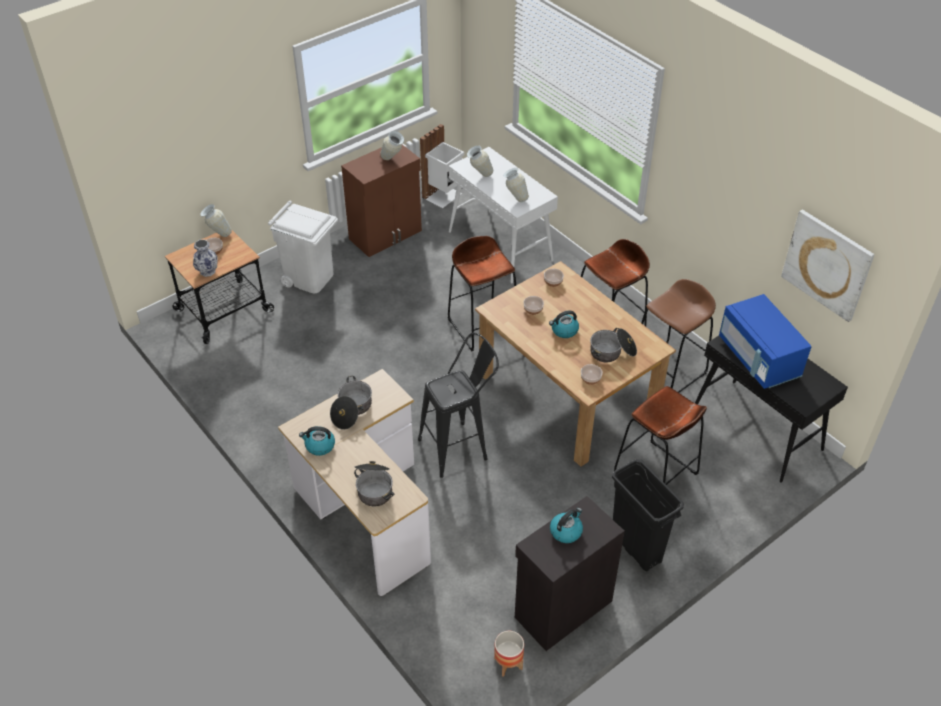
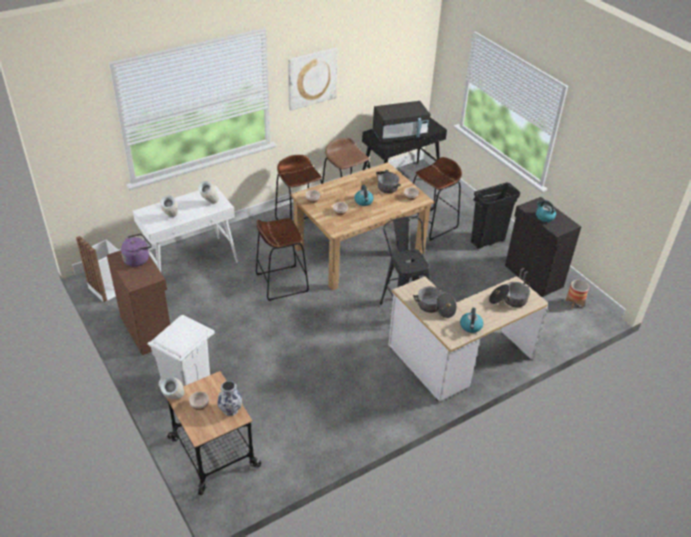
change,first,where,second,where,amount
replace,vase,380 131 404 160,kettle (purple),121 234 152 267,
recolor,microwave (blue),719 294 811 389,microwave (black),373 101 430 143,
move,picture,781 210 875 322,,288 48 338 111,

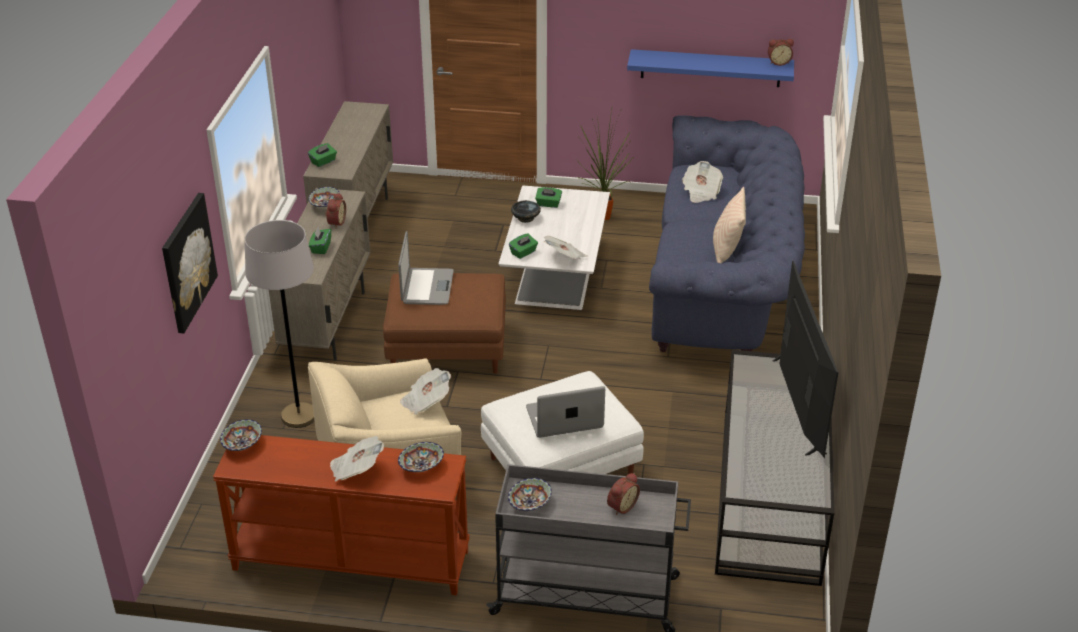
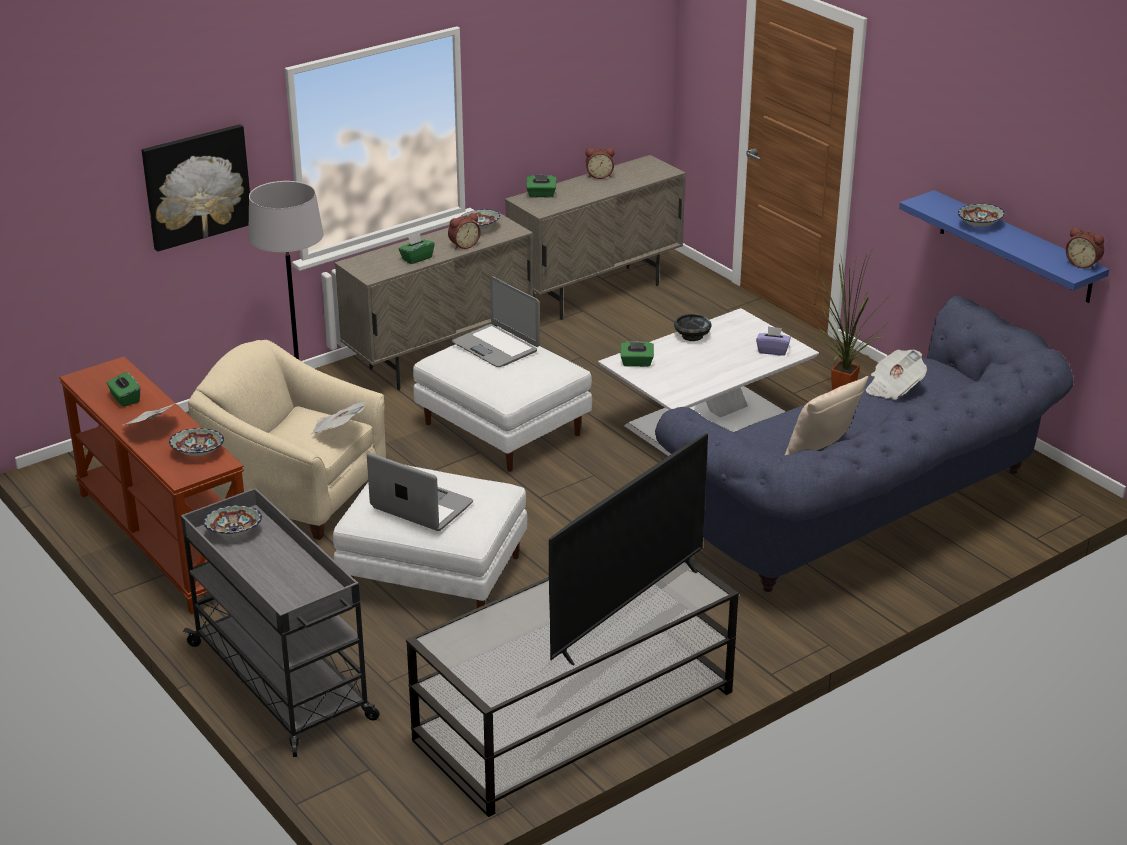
change,first,where,second,where,amount
move,bowl,220 419 262 451,,958 204 1005 227,
recolor,ottoman (brown),383 273 506 374,ottoman (white),413 326 592 472,
rotate,laptop,398 231 454 305,,452 276 539 367,90 degrees clockwise
move,tissue box (green),535 187 562 208,,106 372 140 407,
delete,newspaper,544 236 588 259,,,
move,alarm clock,607 473 640 515,,585 148 615 179,
insert,,,tissue box (purple),756 326 791 356,

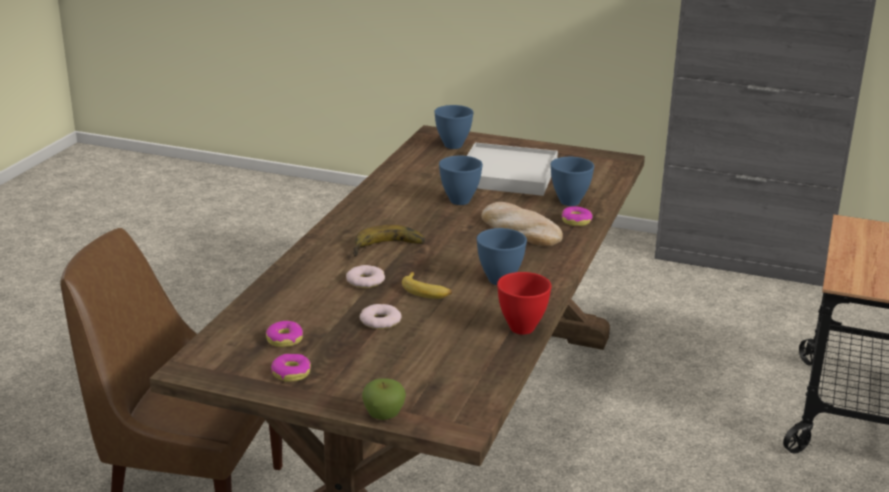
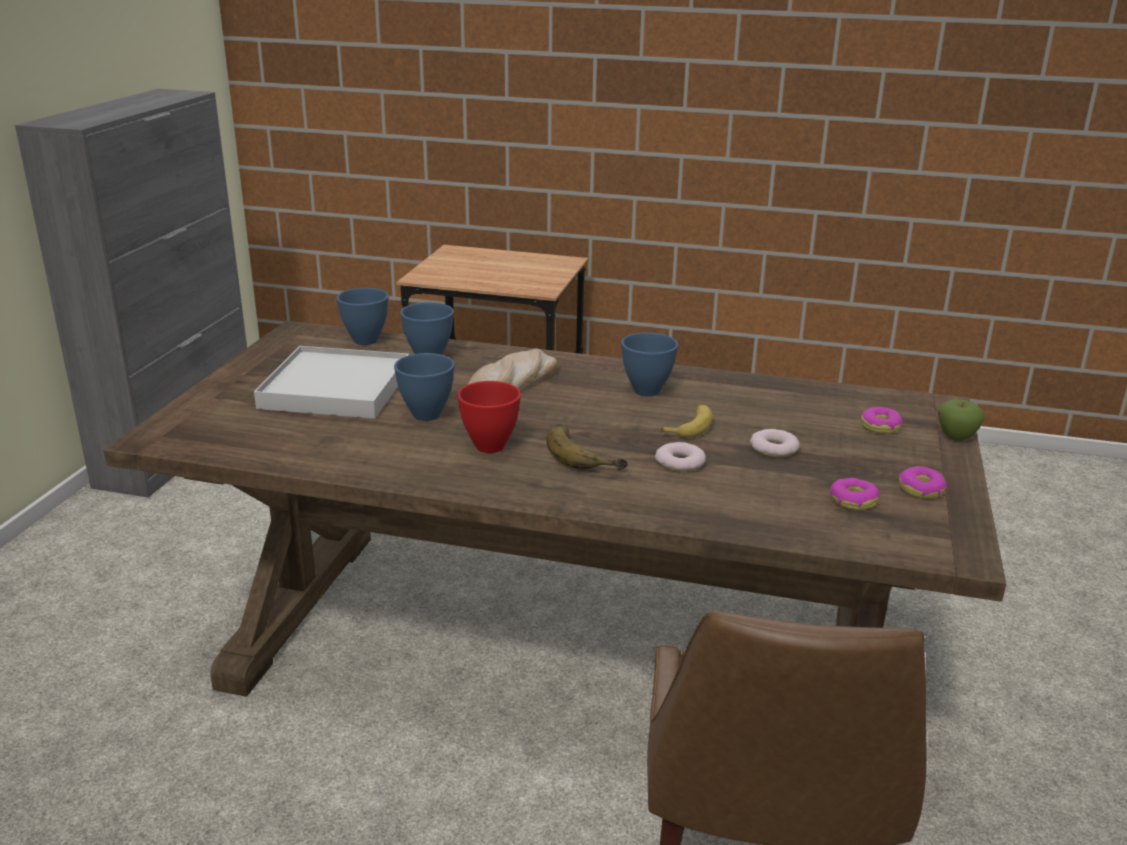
change,first,where,second,where,amount
move,bowl (blue),434 105 474 149,,337 288 389 345,
move,bowl (red),497 272 552 335,,457 381 521 453,
move,donut,562 206 592 226,,861 407 903 434,

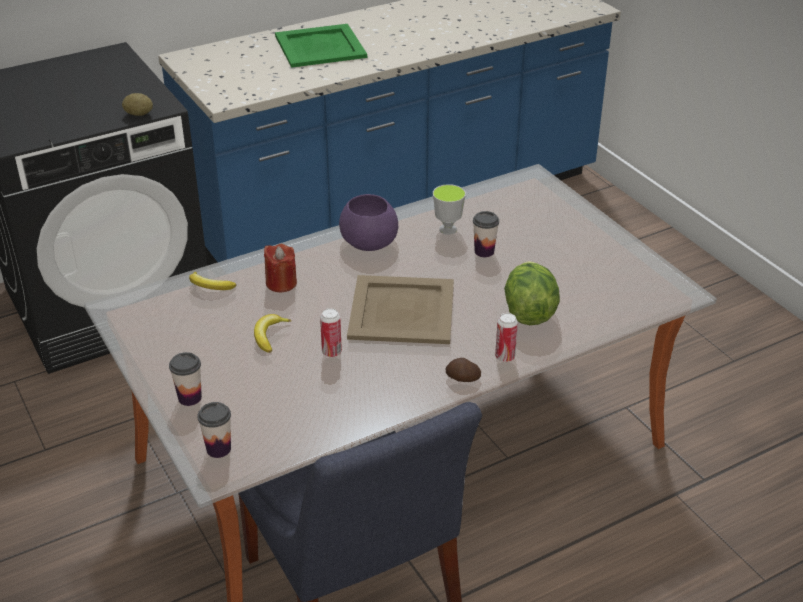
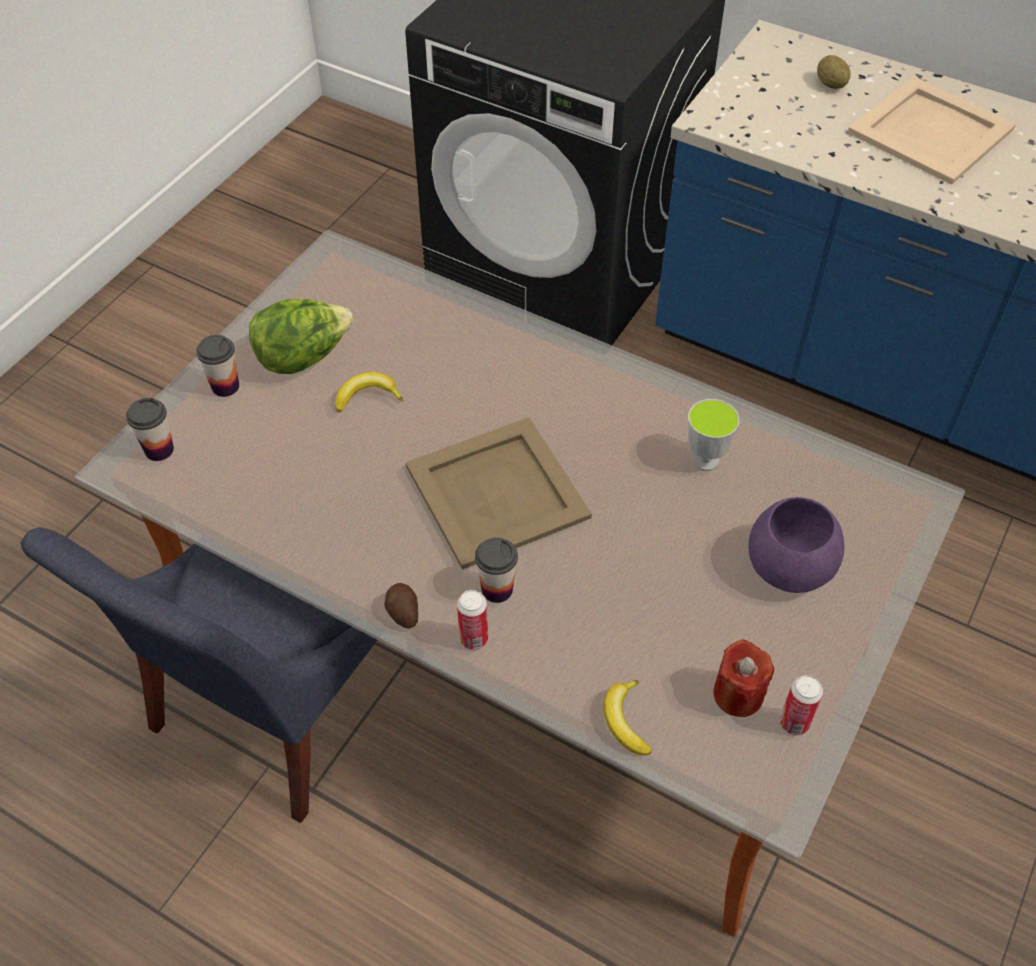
change,first,where,second,where,amount
move,potato,122 93 153 116,,817 55 851 89,
move,banana,189 272 236 290,,604 680 652 755,
move,candle (red),264 244 297 292,,713 639 774 717,
recolor,tray (green),275 24 367 68,tray (beige),848 76 1016 184,
move,can,320 308 342 357,,780 675 823 735,
move,bowl (purple),339 194 398 251,,749 497 844 593,
move,cup,473 211 499 257,,475 537 518 603,
move,lettuce,504 261 560 325,,249 299 353 374,

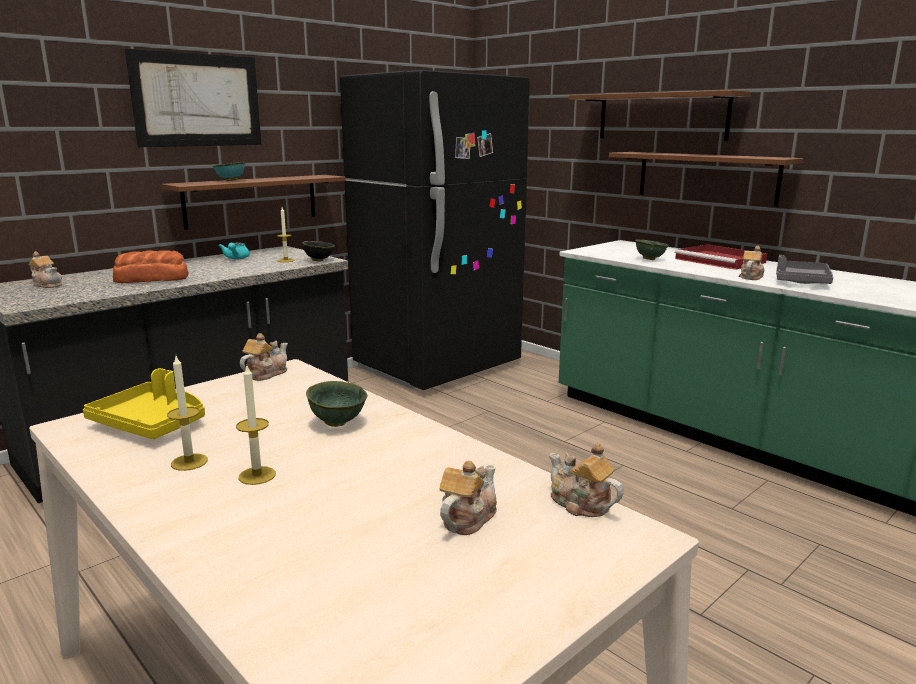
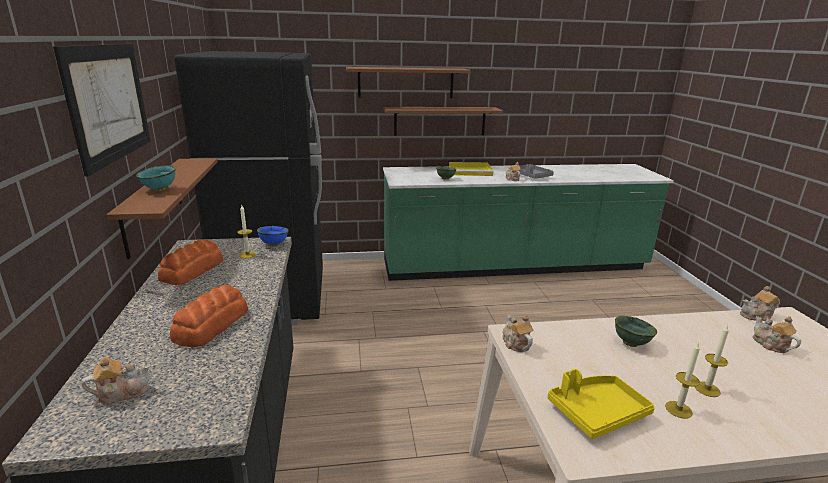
change,first,where,second,where,amount
replace,teapot (turquoise),219 243 250 259,bread,158 240 223 285,
recolor,bowl (black),302 241 335 262,bowl (blue),257 226 289 247,
recolor,tray (red),675 244 767 270,tray (yellow),449 162 494 176,

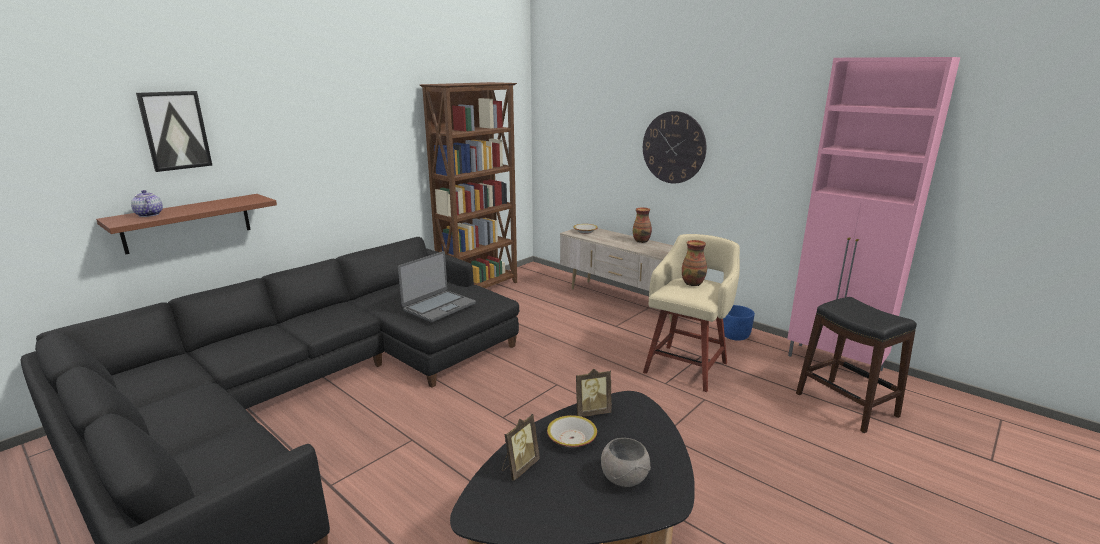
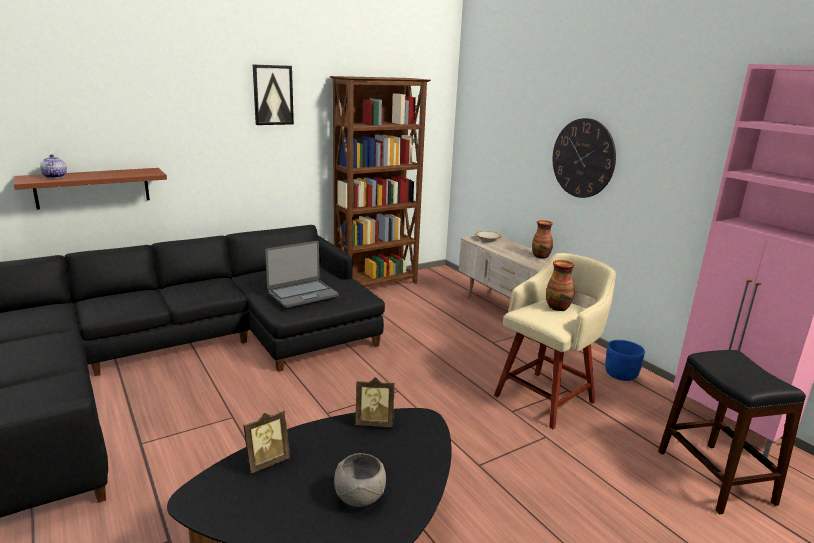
change,first,where,second,where,amount
move,picture,136 91 213 172,,252 64 294 125,
delete,bowl,547 415 597 448,,,

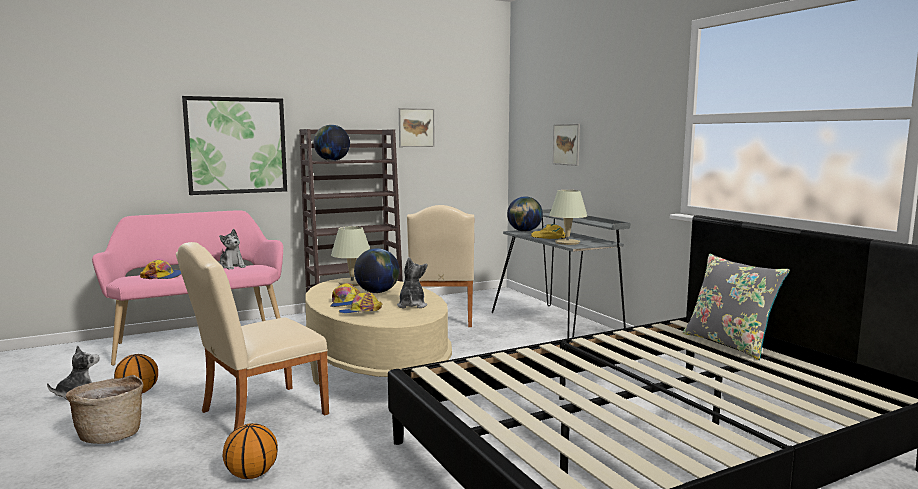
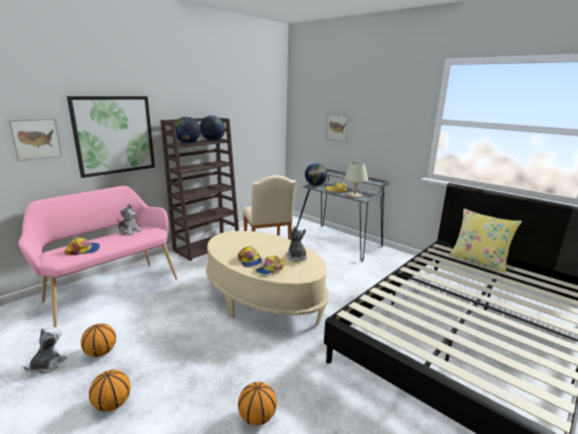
change,first,where,second,where,amount
replace,basket,66 375 144 444,basketball,89 370 131 412,
delete,chair (beige),176 242 329 430,,,
delete,table lamp (beige),331 226 370 286,,,
move,globe,354 248 400 293,,200 115 225 141,
move,picture,399 108 435 147,,8 118 63 161,
recolor,pillow (grey),683 254 790 360,pillow (yellow),449 208 522 272,

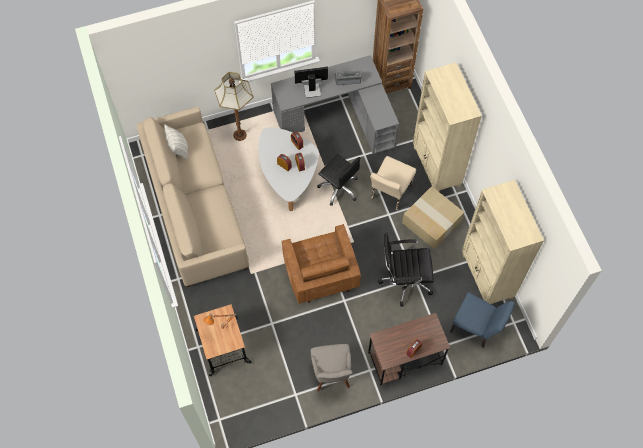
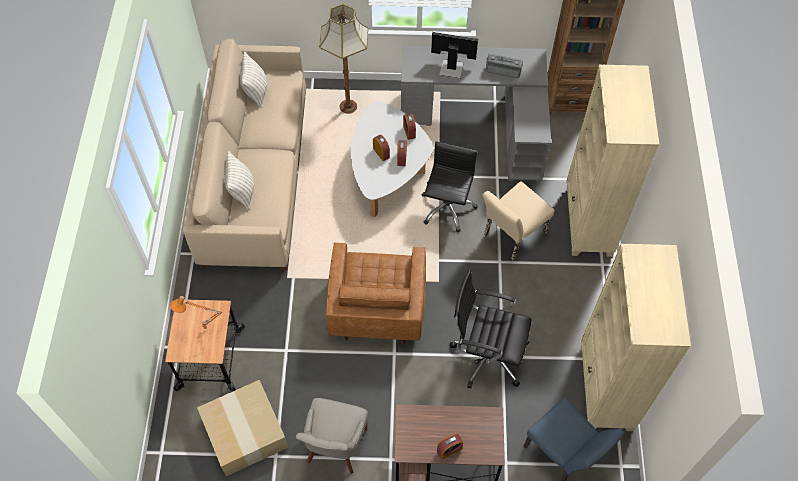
change,first,where,second,where,amount
rotate,office chair (black),317 154 361 206,,422 141 478 232,135 degrees counterclockwise
move,cardboard box,402 186 464 249,,197 380 288 477,
insert,,,pillow,225 151 254 210,

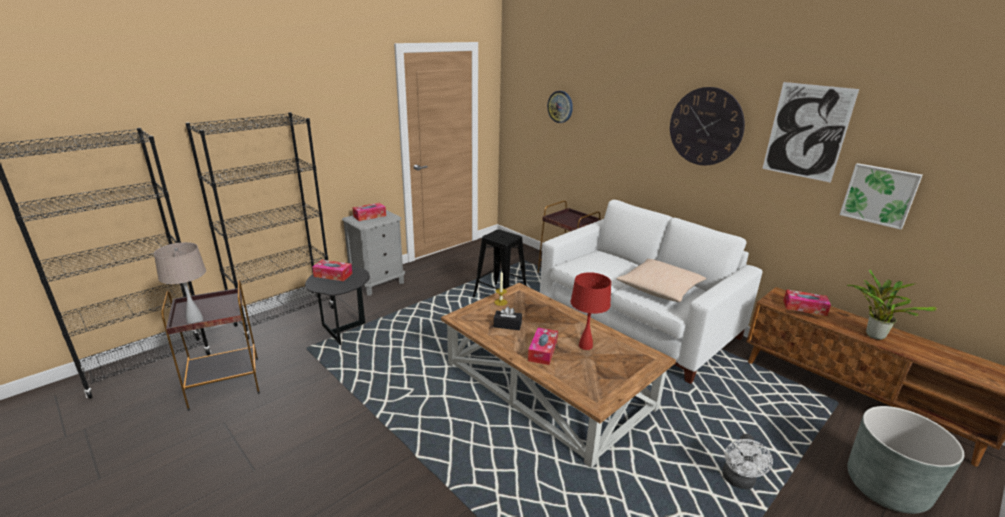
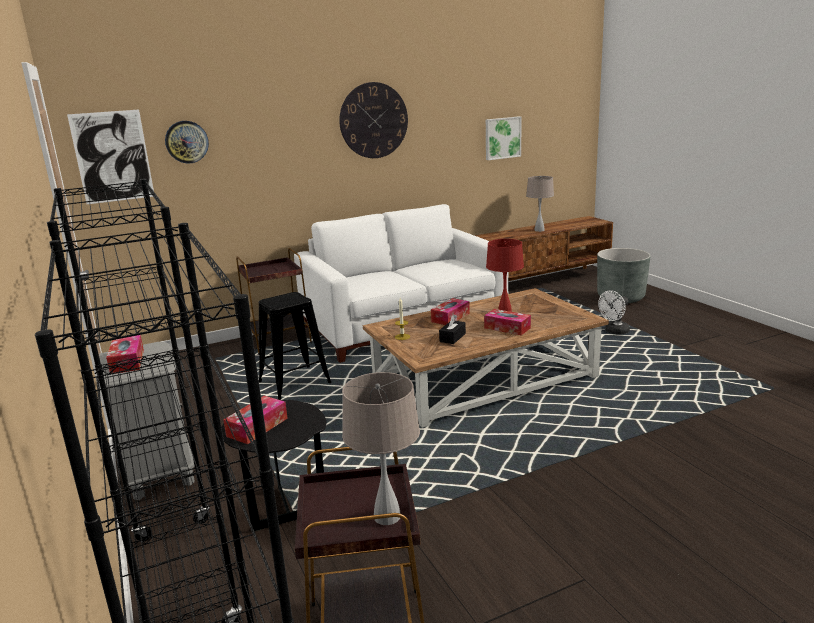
change,first,where,second,where,amount
delete,pillow (beige),616 259 707 302,,,
rotate,fan (white),722 434 773 489,,598 290 630 335,105 degrees clockwise
move,picture,762 82 859 183,,67 110 154 204,
move,tissue box,783 289 831 316,,431 298 470 325,
replace,potted plant,846 269 937 340,table lamp (beige),526 176 554 232,

